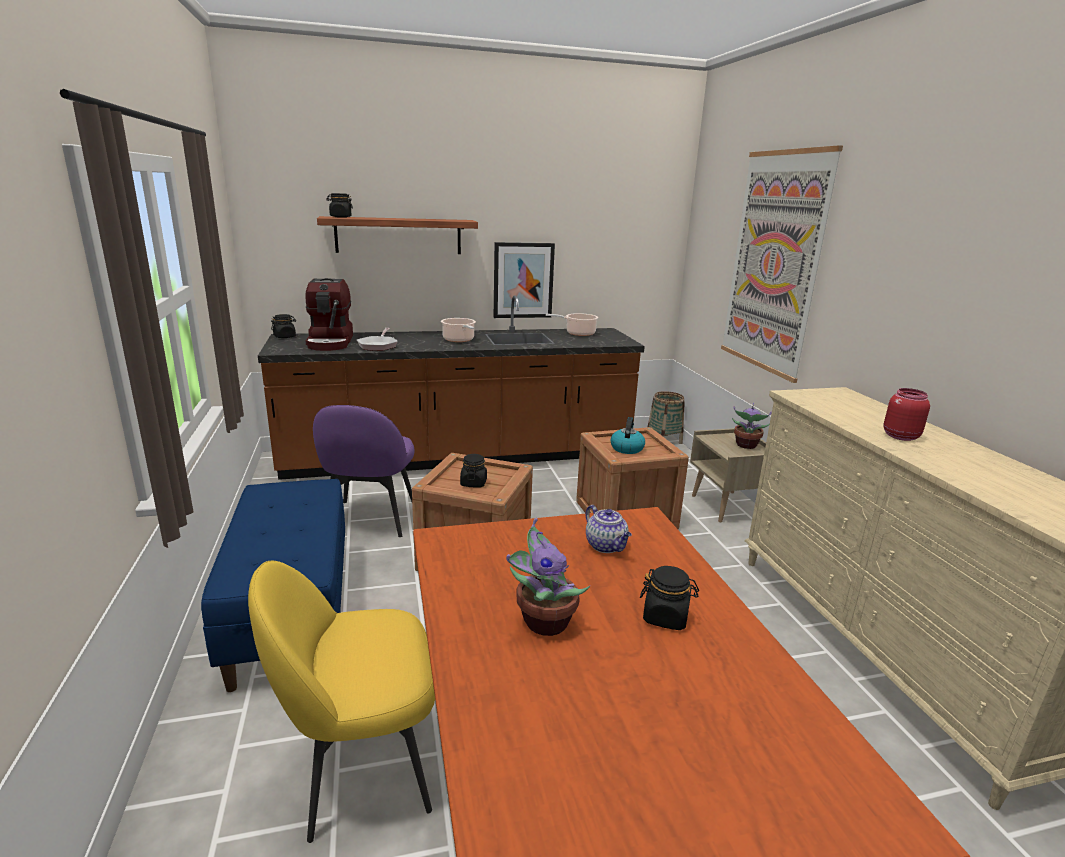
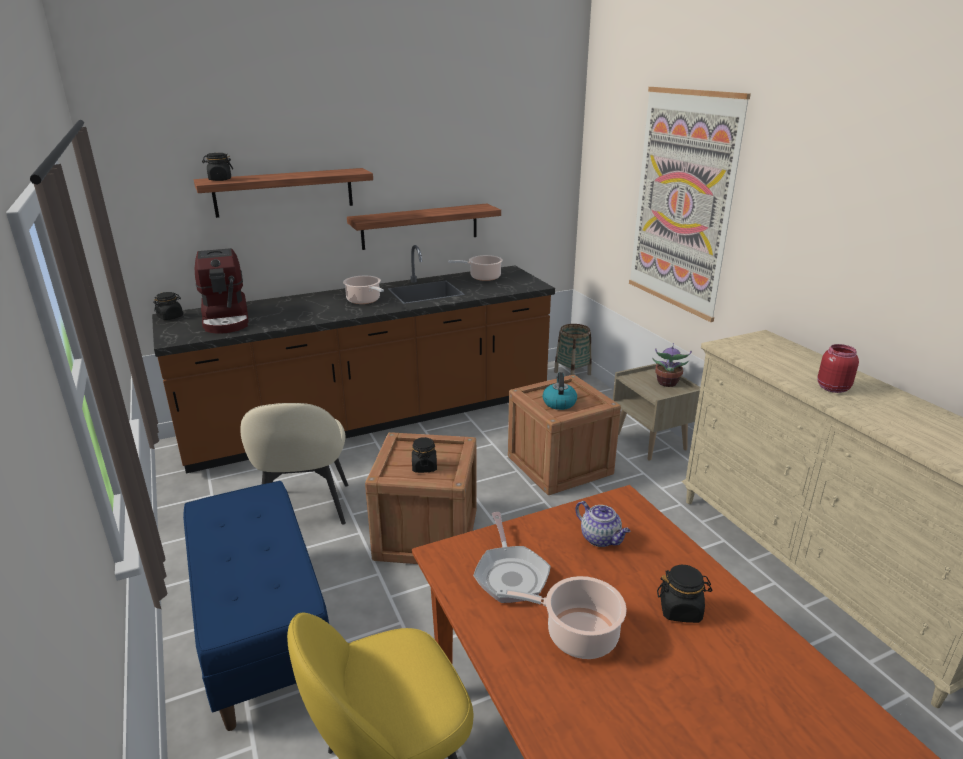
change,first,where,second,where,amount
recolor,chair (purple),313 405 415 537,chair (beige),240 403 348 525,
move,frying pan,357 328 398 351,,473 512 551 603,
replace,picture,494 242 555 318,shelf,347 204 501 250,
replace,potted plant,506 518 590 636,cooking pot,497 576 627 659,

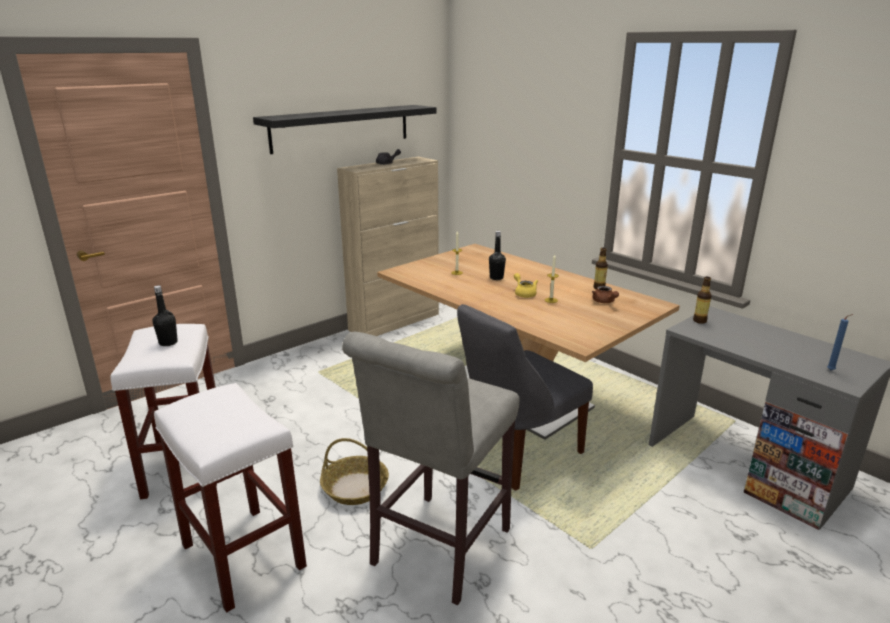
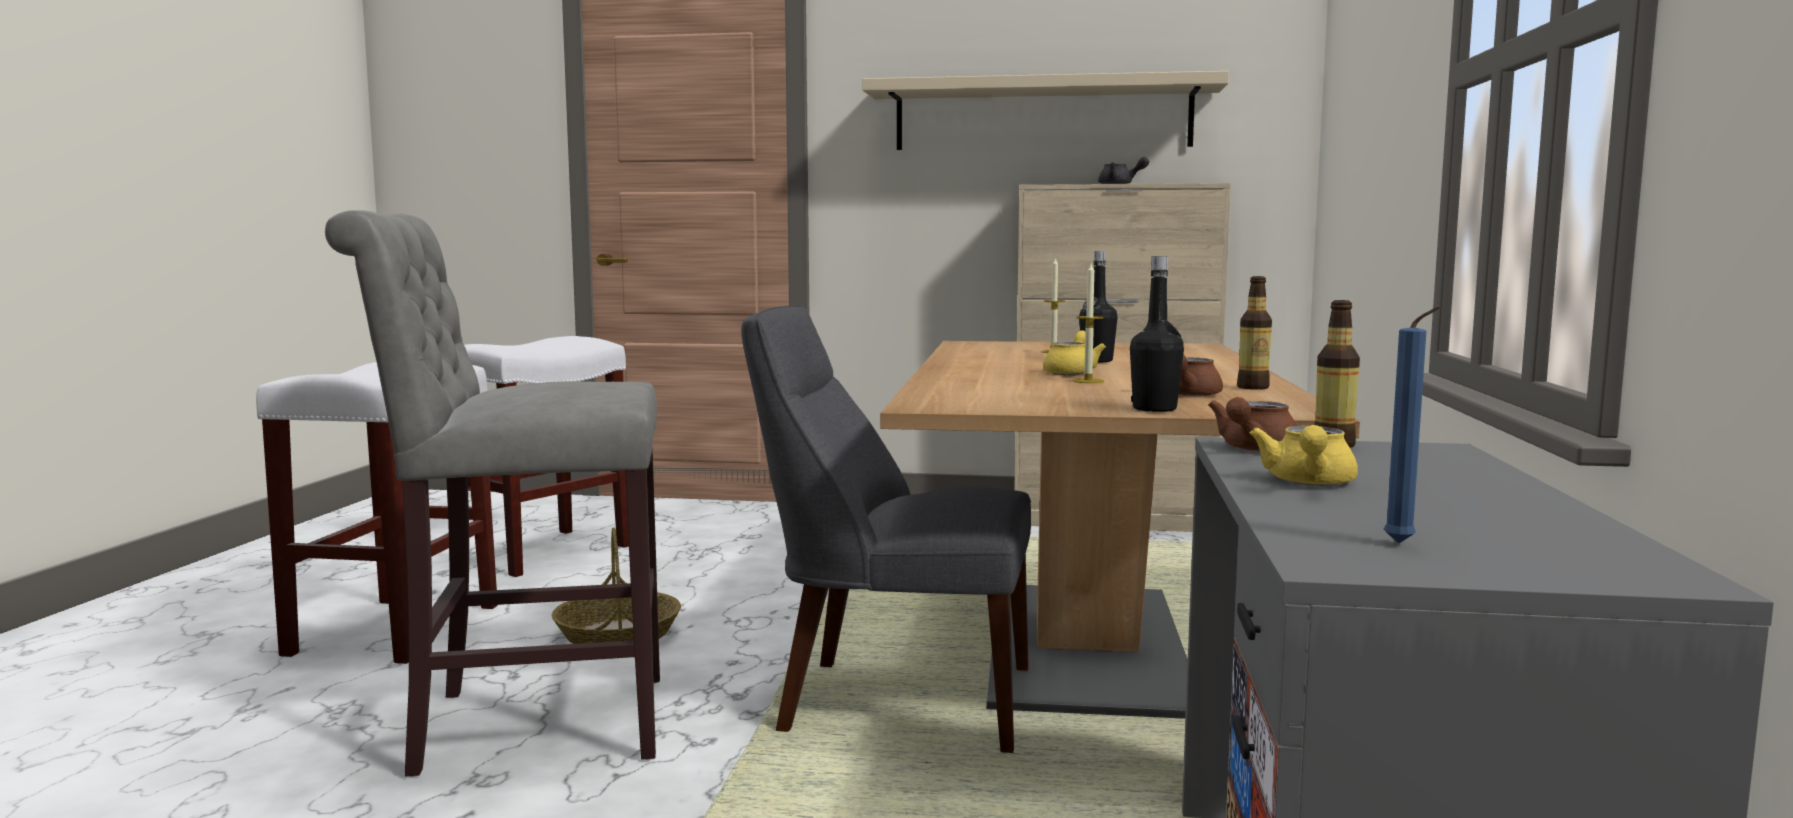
change,first,where,second,where,amount
move,bottle (black),152 285 178 346,,1130 256 1184 412,
recolor,shelf (black),253 105 436 154,shelf (beige),862 71 1229 150,
insert,,,teapot (brown),1208 397 1297 452,
insert,,,teapot (yellow),1250 425 1358 486,

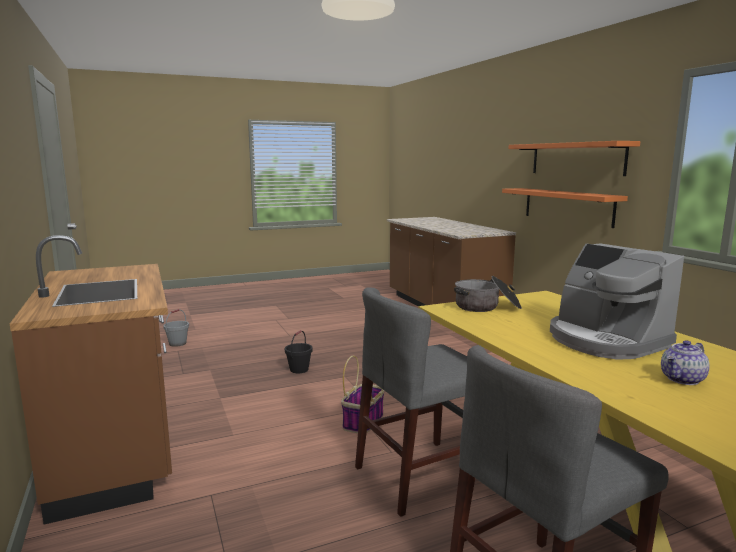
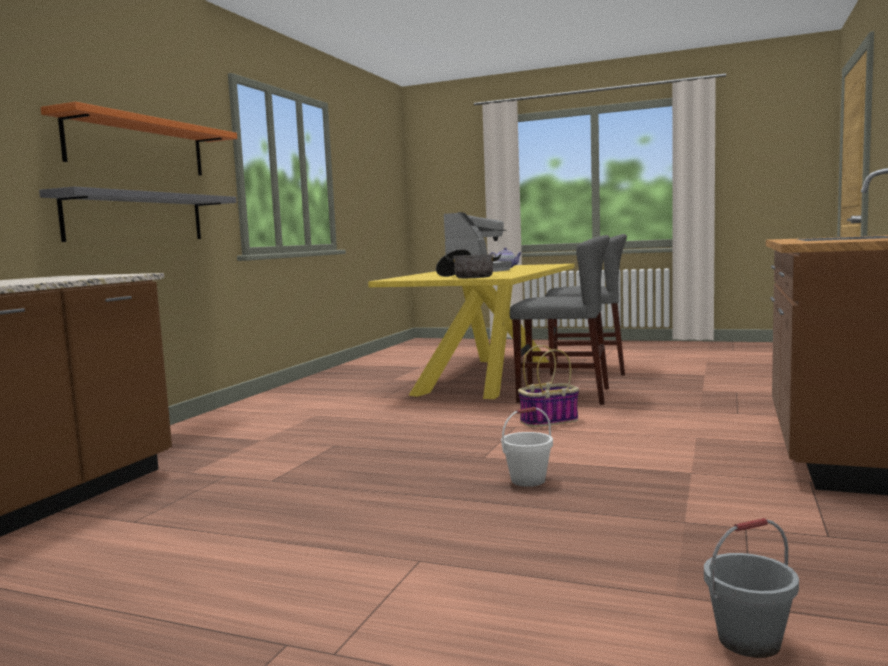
change,first,where,second,where,amount
recolor,bucket (black),285 330 313 373,bucket (white),501 407 553 487,
recolor,shelf (orange),502 188 628 228,shelf (grey),39 187 237 242,

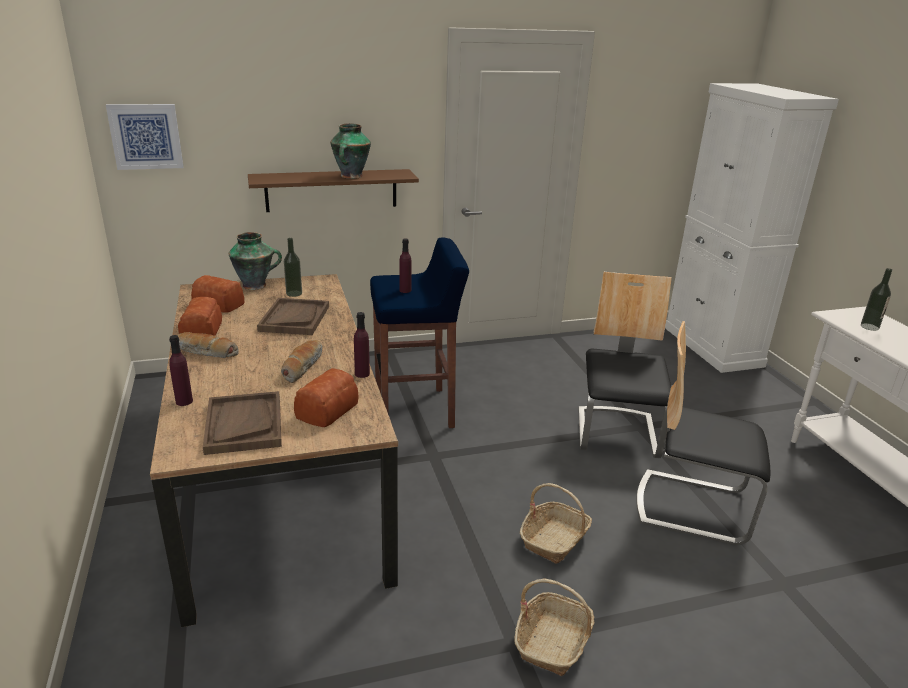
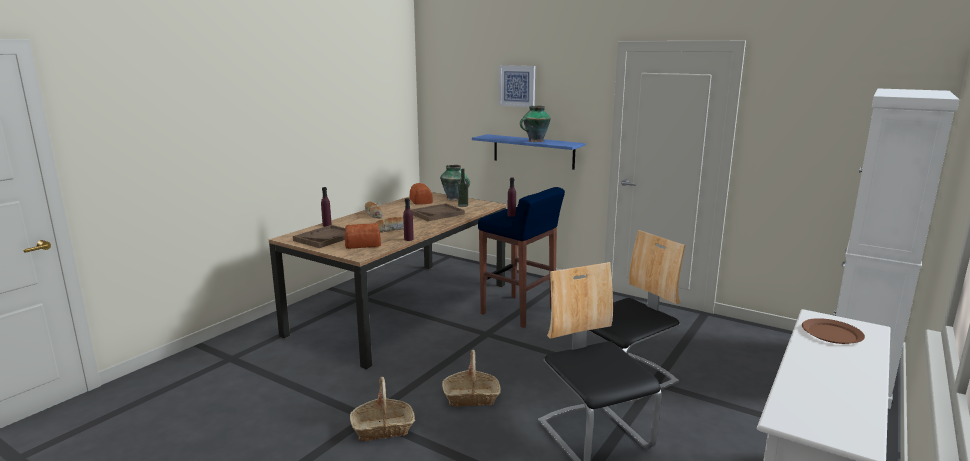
change,first,where,second,where,amount
move,picture,106 104 183 170,,499 65 535 107,
delete,bread,178 297 222 336,,,
recolor,shelf (brown),248 169 419 212,shelf (blue),472 134 585 170,
replace,bottle,861 268 893 331,plate (brown),802 318 865 344,

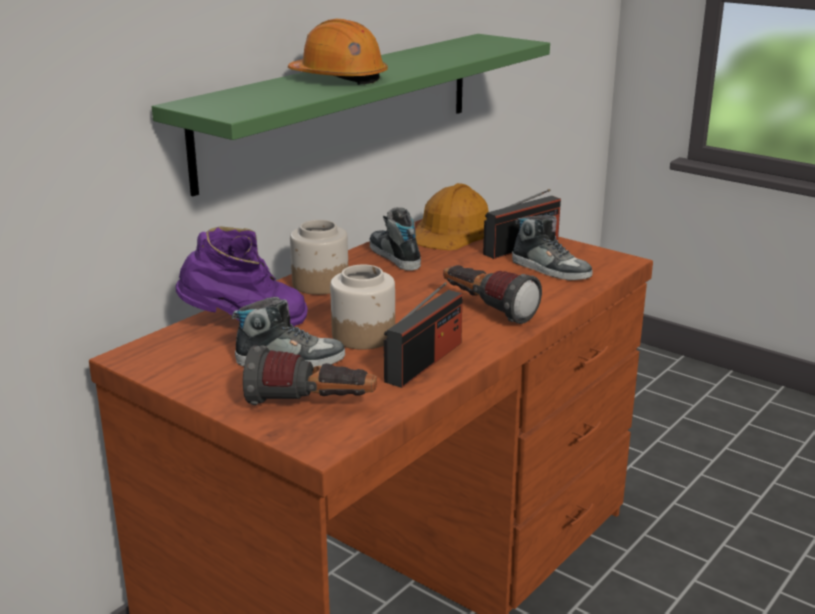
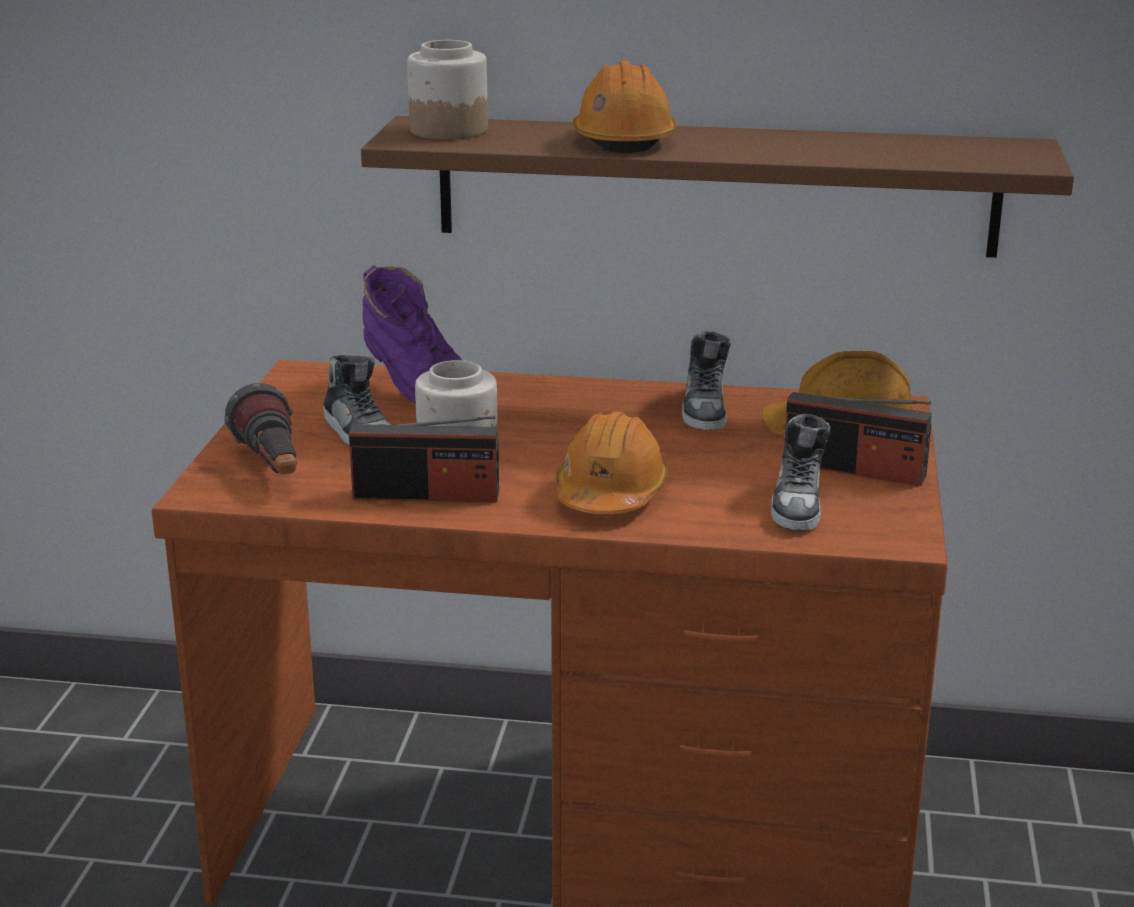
change,first,where,second,where,amount
recolor,shelf (green),152 34 550 196,shelf (brown),361 116 1074 258,
move,jar,290 220 348 295,,407 40 488 140,
rotate,shoe,370 208 421 271,,682 331 731 430,150 degrees clockwise
replace,flashlight,443 265 542 324,hard hat (orange),556 411 668 514,

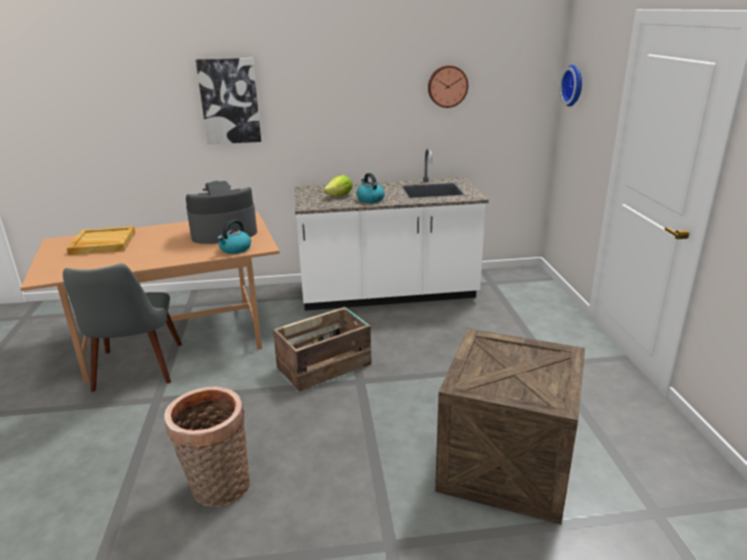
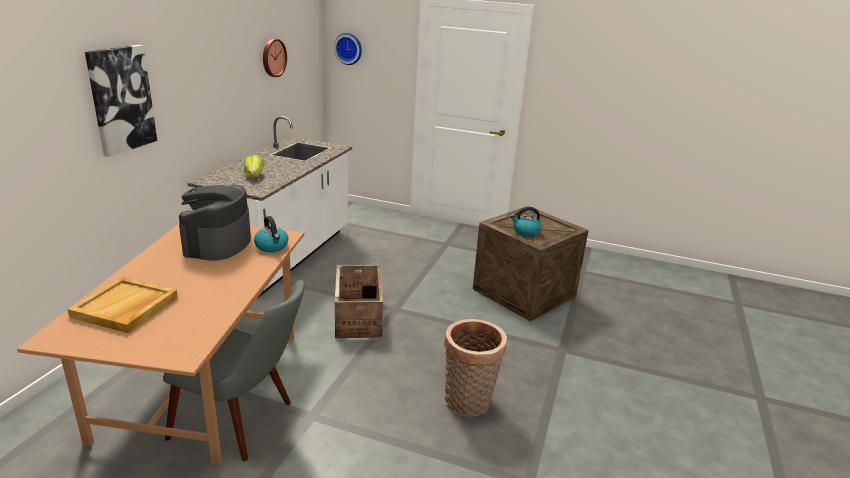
change,first,where,second,where,amount
move,kettle,357 173 385 203,,510 207 541 236,

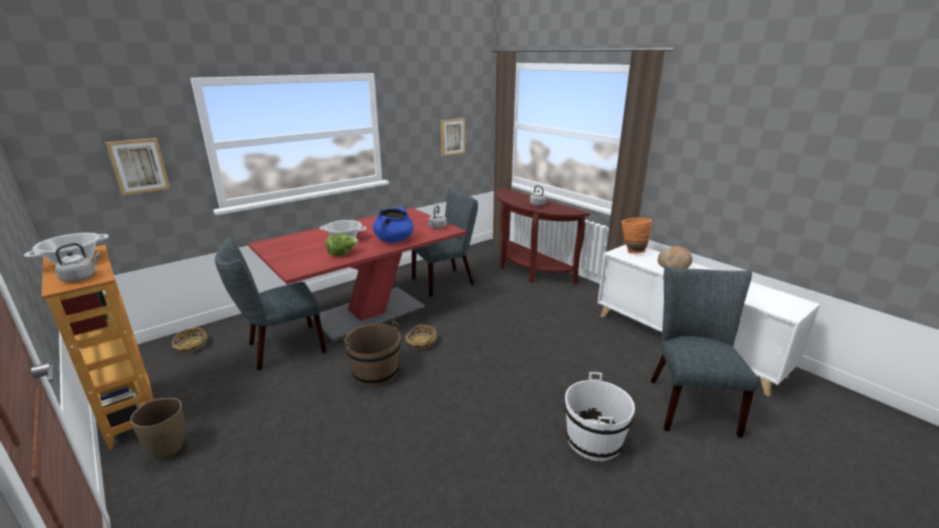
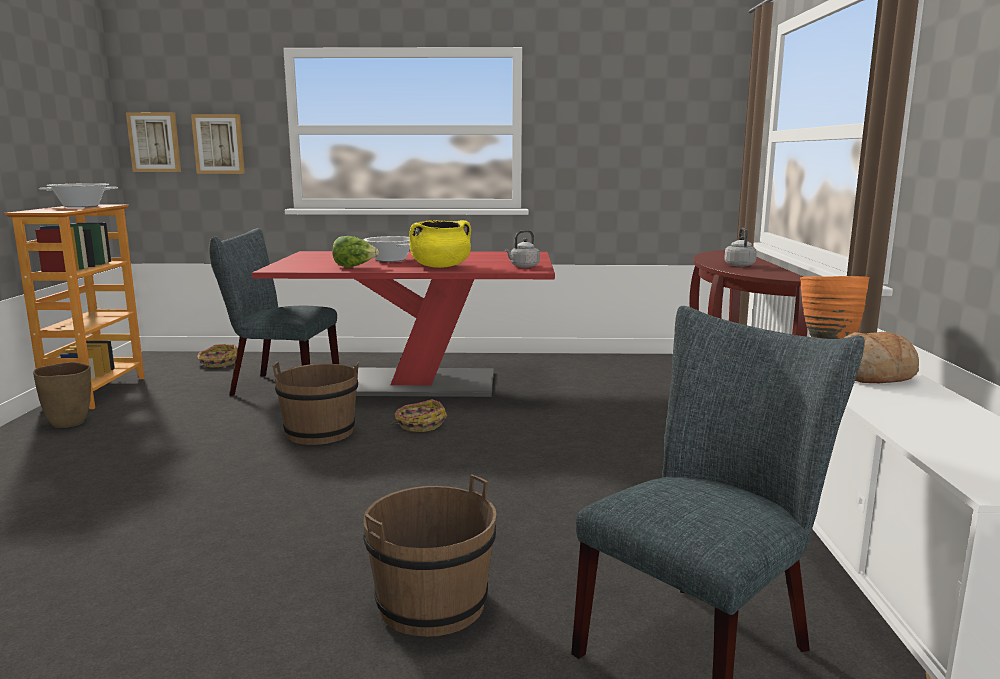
change,first,where,second,where,amount
delete,kettle (grey),55 243 101 282,,,
recolor,cooking pot (blue),373 207 414 242,cooking pot (yellow),409 220 471 268,
delete,chair (grey),412 188 478 297,,,
move,picture,441 118 465 156,,126 112 181 172,
recolor,bucket (white),565 372 635 461,bucket (brown),363 474 497 637,

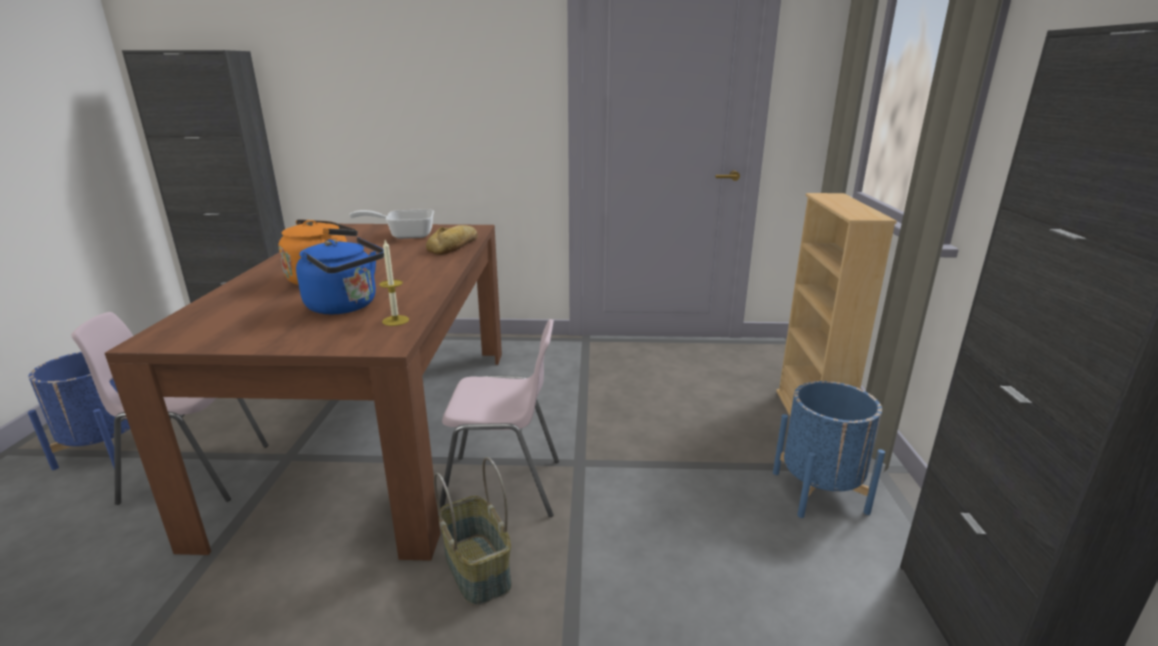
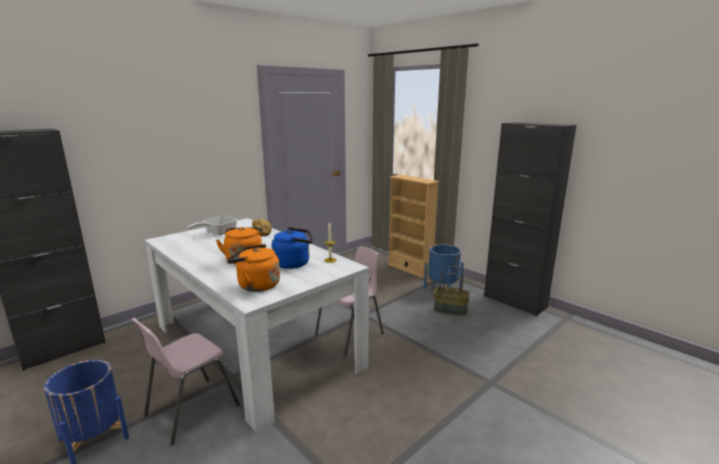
change,first,where,second,where,amount
recolor,dining table (brown),105 224 502 561,dining table (white),145 218 369 433,
move,basket,434 457 512 606,,434 266 470 316,
insert,,,kettle (orange),227 244 280 292,

